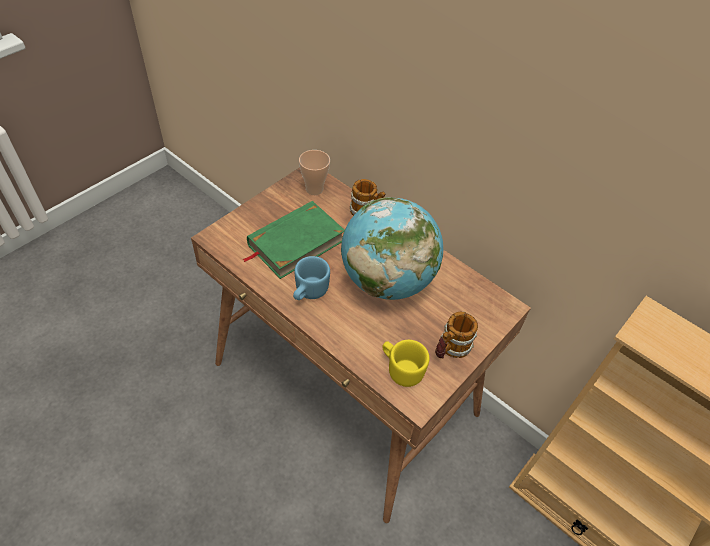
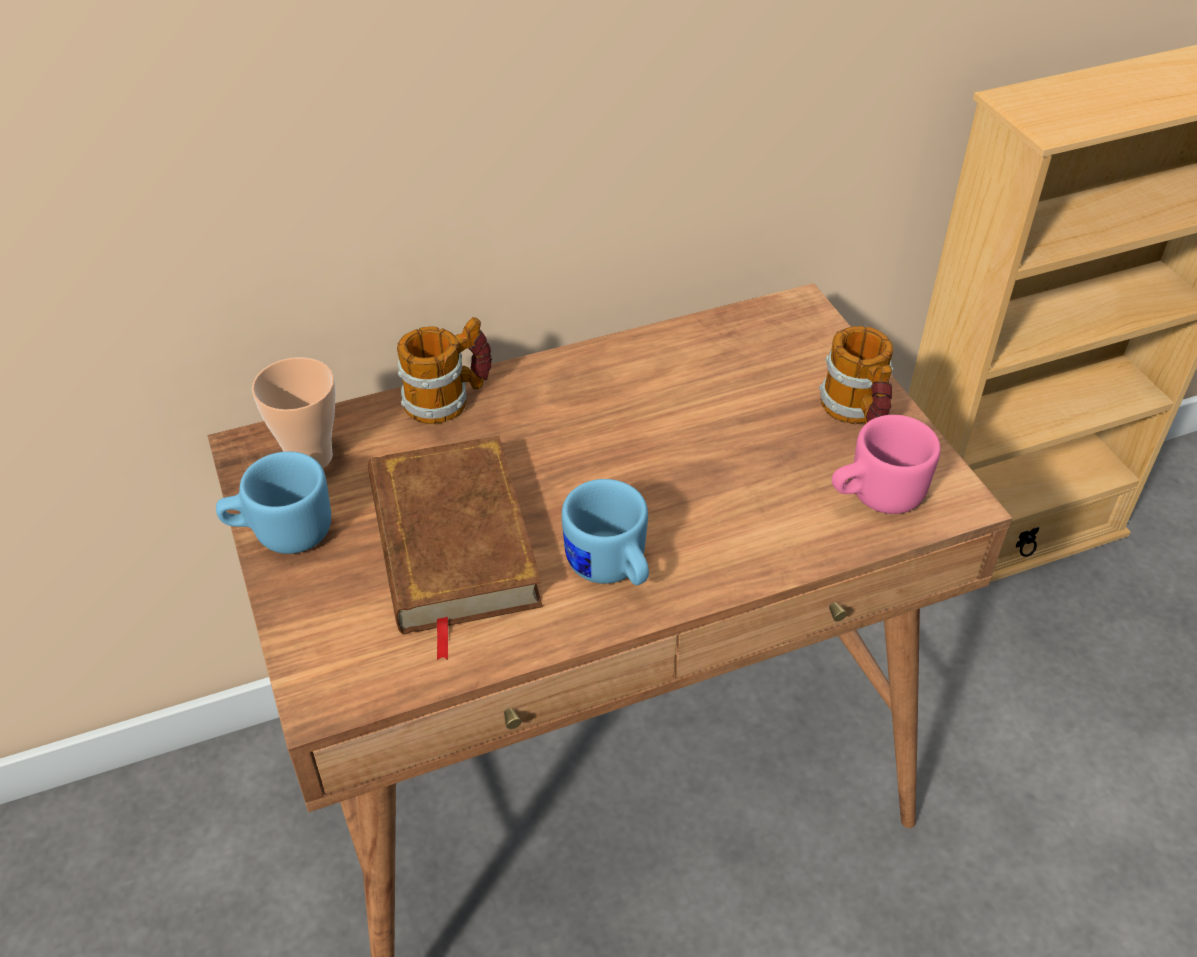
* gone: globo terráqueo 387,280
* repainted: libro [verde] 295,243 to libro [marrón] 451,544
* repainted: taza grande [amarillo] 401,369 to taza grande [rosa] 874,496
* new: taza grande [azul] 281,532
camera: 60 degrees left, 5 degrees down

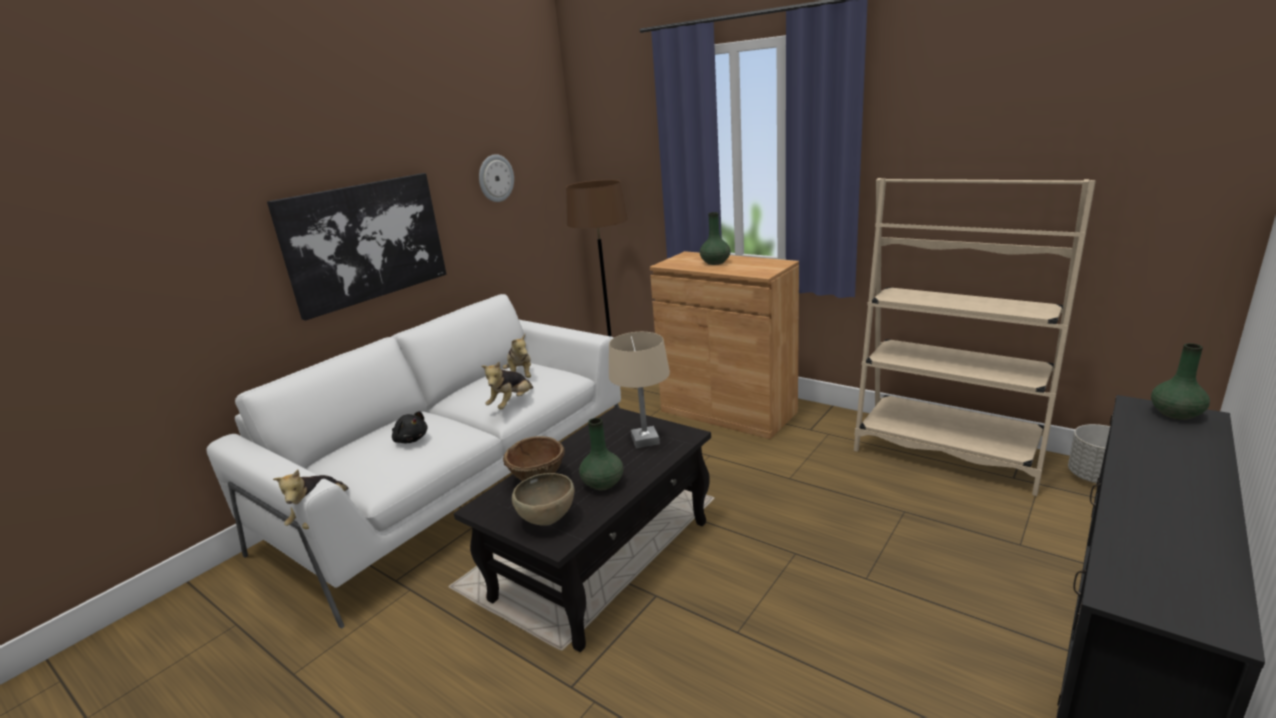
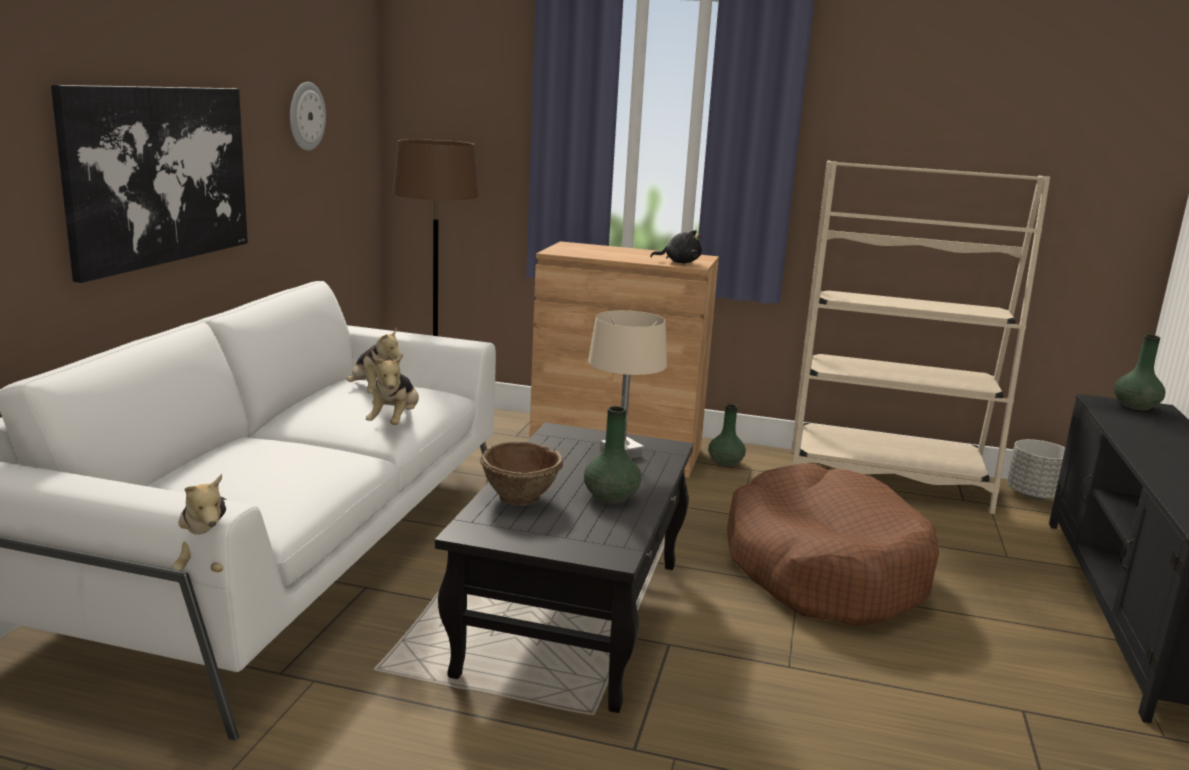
* shifted: florero [verde] 715,262 to 725,462
* shifted: peluche [negro] 411,439 to 679,262
* gone: cuenco [marrón] 548,520
* new: cama para perro [marrón] 824,569
camera: 25 degrees left, 5 degrees down

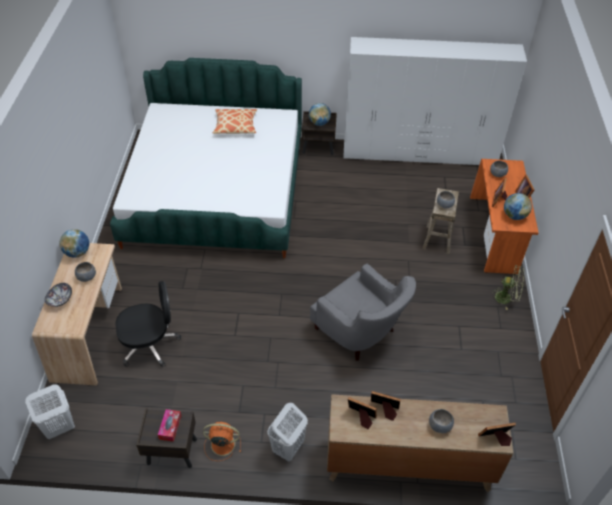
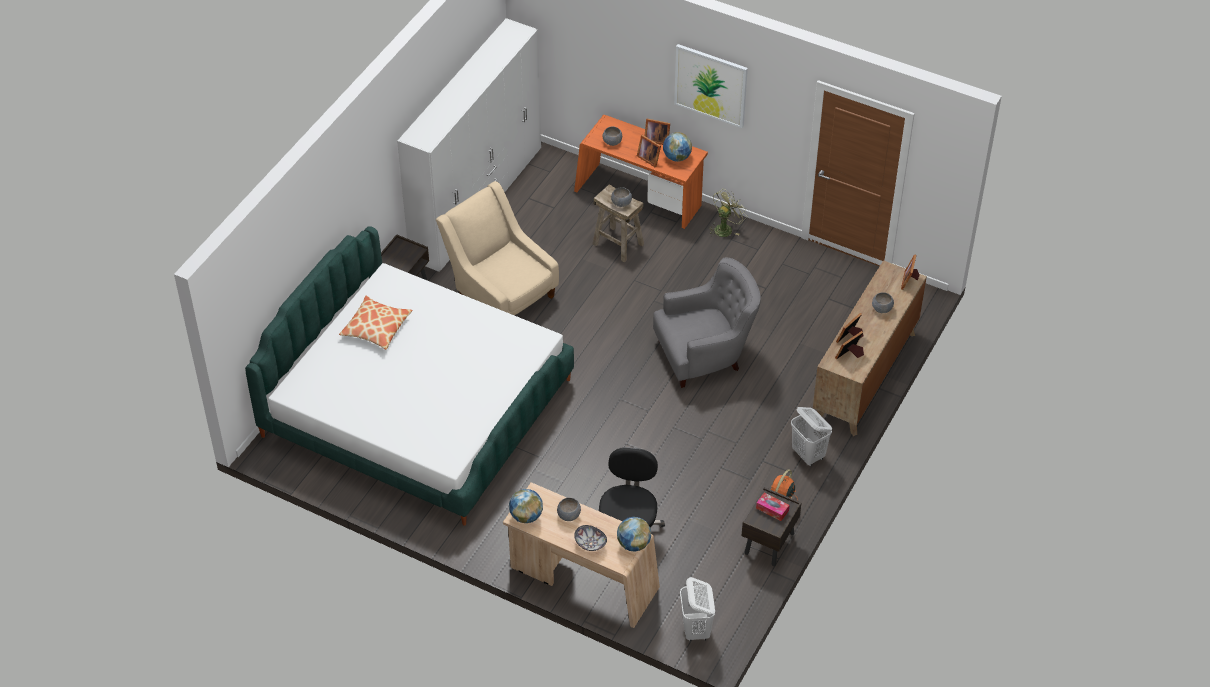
* shifted: globo terráqueo 319,123 to 633,544
* new: cuadro 711,85
* new: sillón [beis] 501,293
camera: 65 degrees left, 0 degrees up

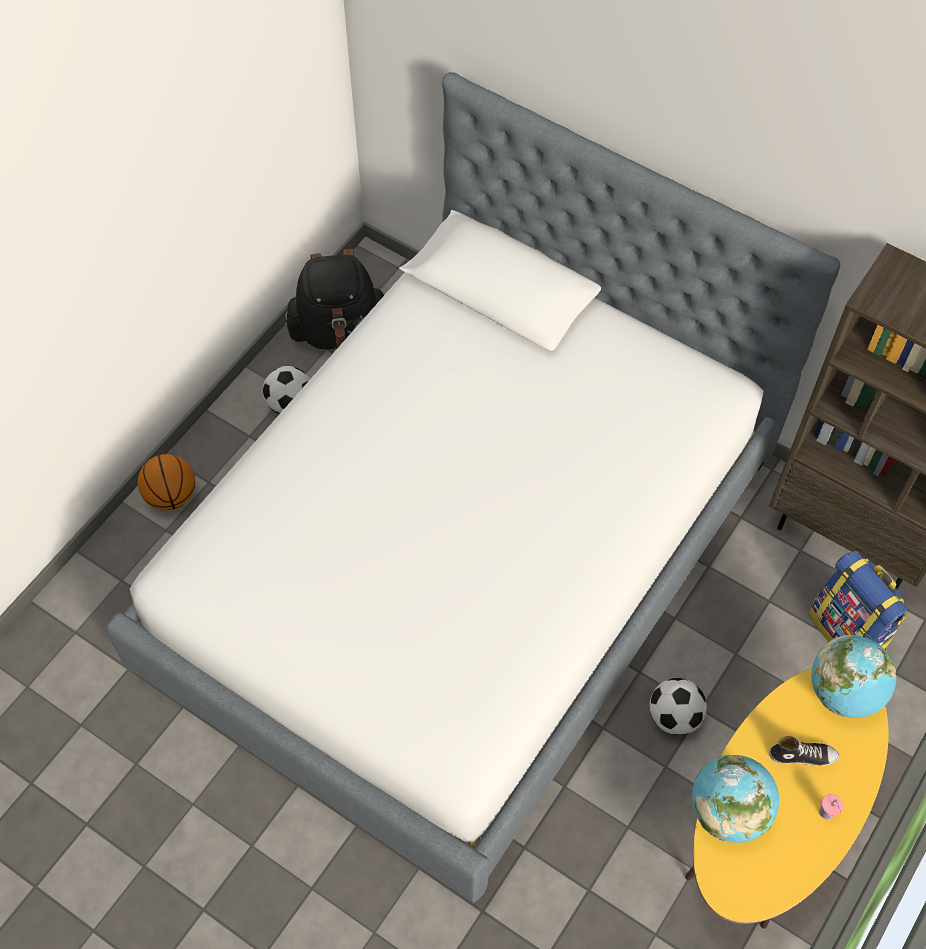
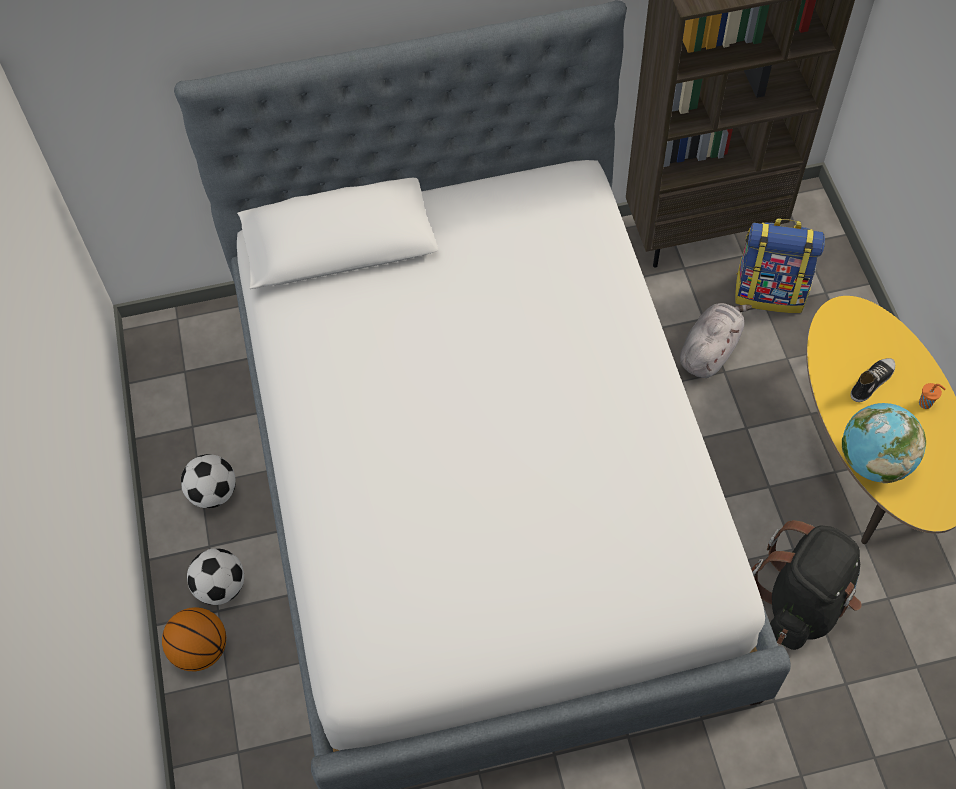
* shifted: mochila [negro] 340,331 to 802,601
* gone: globo terráqueo 844,692
* shifted: balón de fútbol 674,716 to 221,587
* repainted: taza [rosa] 827,813 to taza [naranja] 926,403
* new: peluche [gris] 710,350
camera: 45 degrees left, 0 degrees up

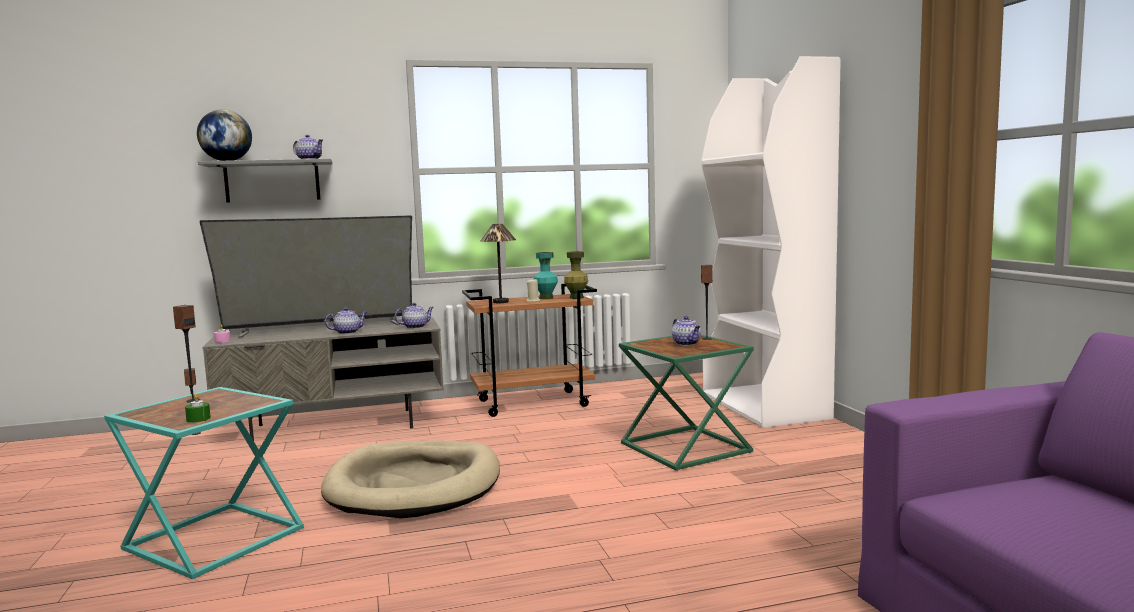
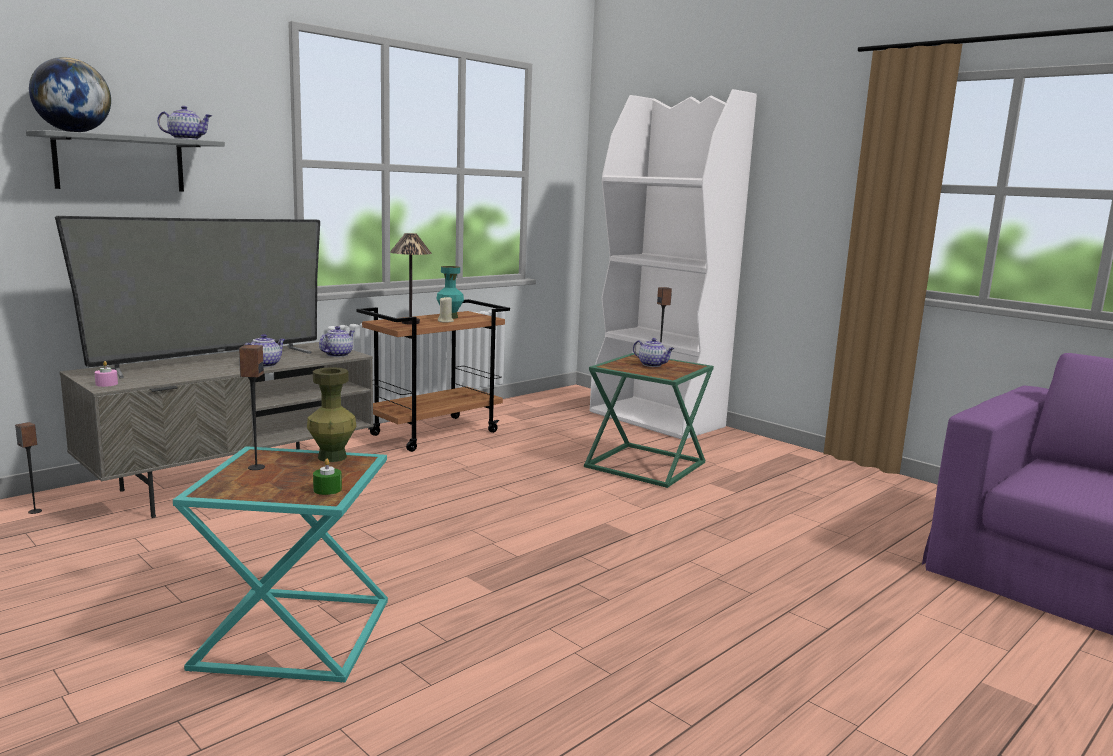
* shifted: florero [verde] 576,297 to 332,457
* gone: cama para perro [beis] 414,485
camera: 30 degrees left, 5 degrees up

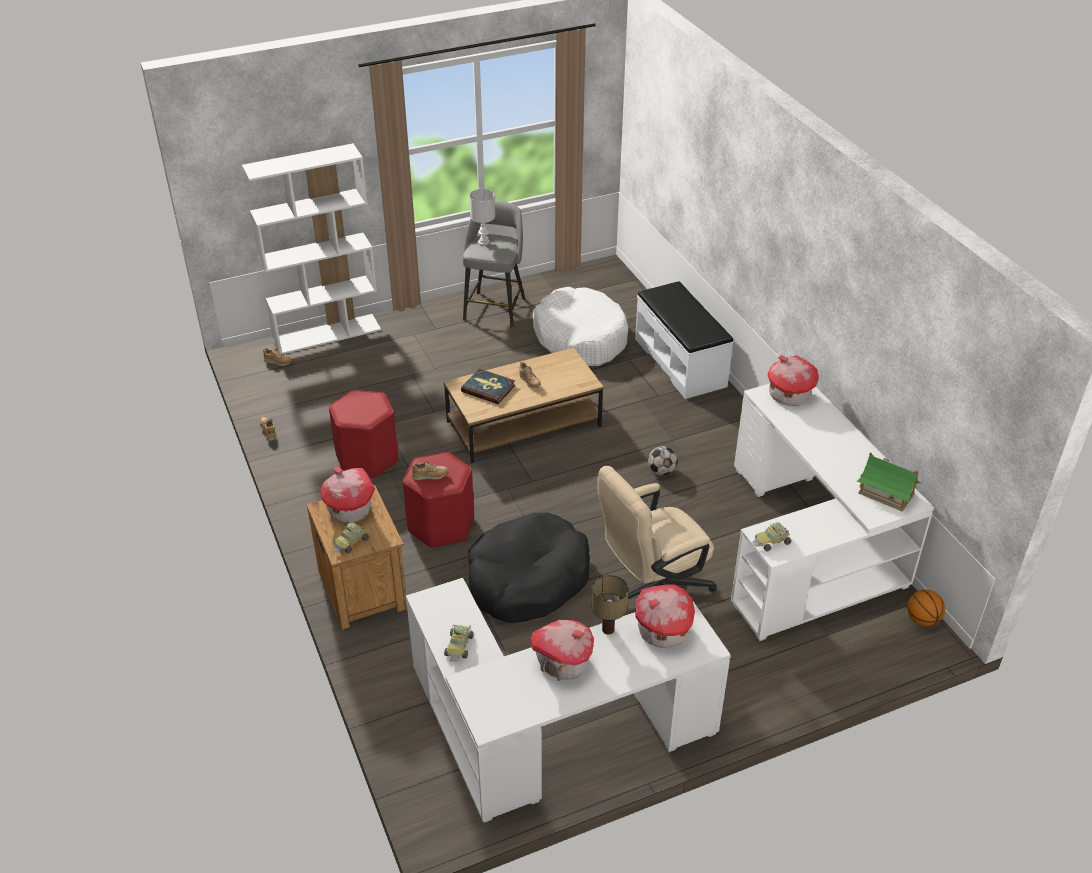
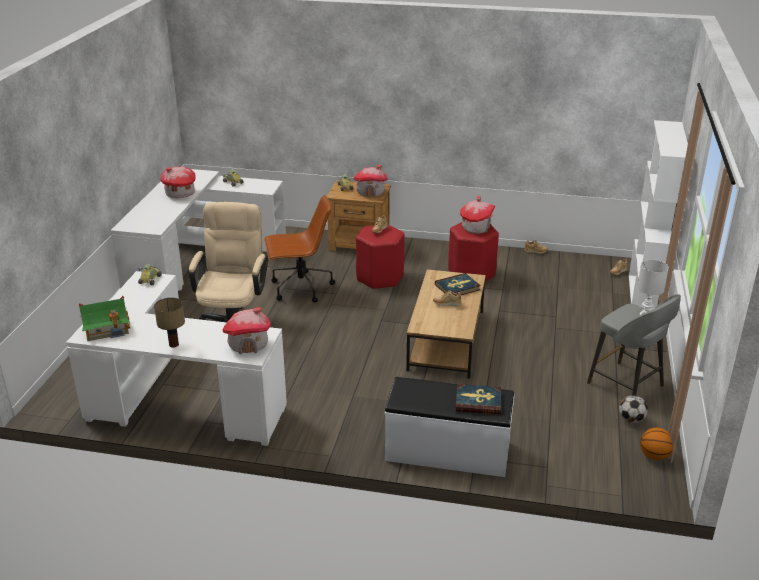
* gone: cama para perro [blanco] 580,338
* shifted: balón de fútbol 661,471 to 631,420
* swapped: cama para perro [negro] 527,580 to silla de oficina [marrón] 300,288
* shifted: lámpara de mesa 607,629 to 174,344
* shifted: casita 663,632 to 476,228
* shifted: balón de baloncesto 922,620 to 654,456
* new: libro 478,401
camera: 125 degrees right, 10 degrees down

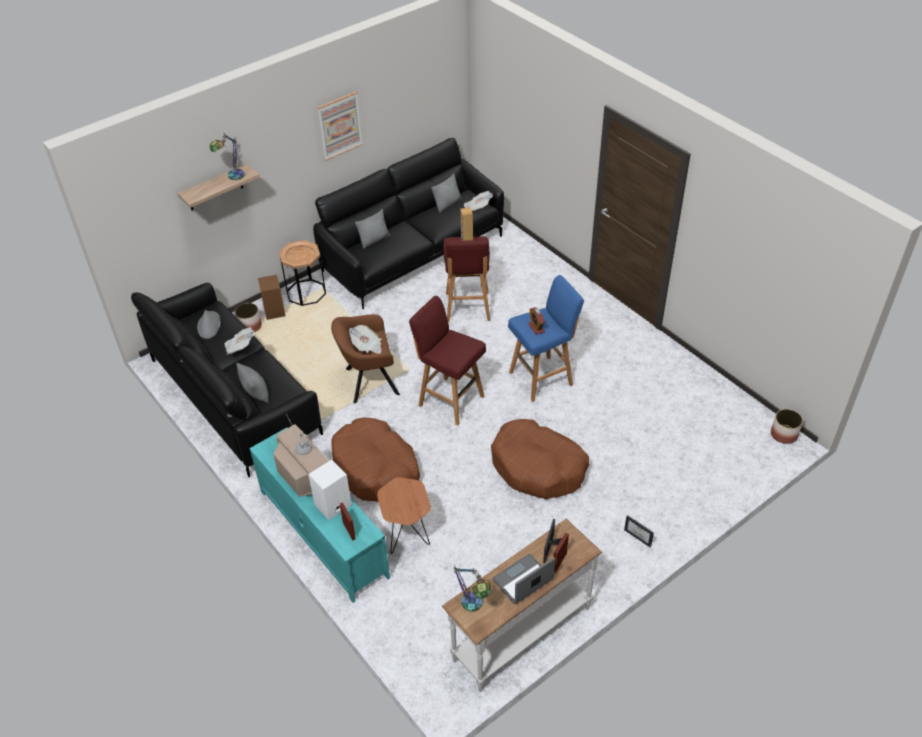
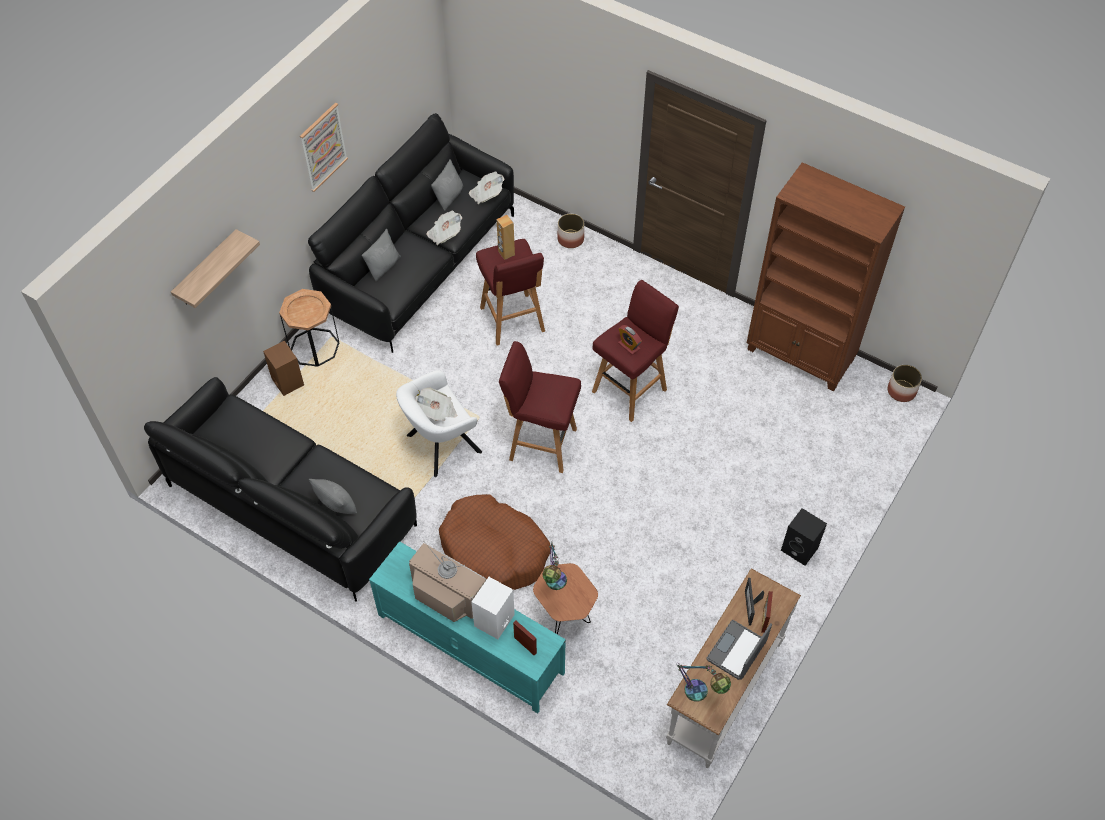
* shifted: lámpara de mesa 232,178 to 554,586
* repainted: taburete [azul] 542,378 to taburete [rojo] 631,389
* shifted: maceta 250,326 to 570,239
* gone: sombrero [gris] 209,325
* repainted: sillón [marrón] 368,382 to sillón [blanco] 439,445
* shifted: periódico 240,347 to 444,234
* gone: cama para perro [marrón] 538,467
* swapped: portarretratos 639,536 to altavoz [negro] 800,549
* new: estantería [marrón] 800,355
camera: 20 degrees left, 10 degrees up

